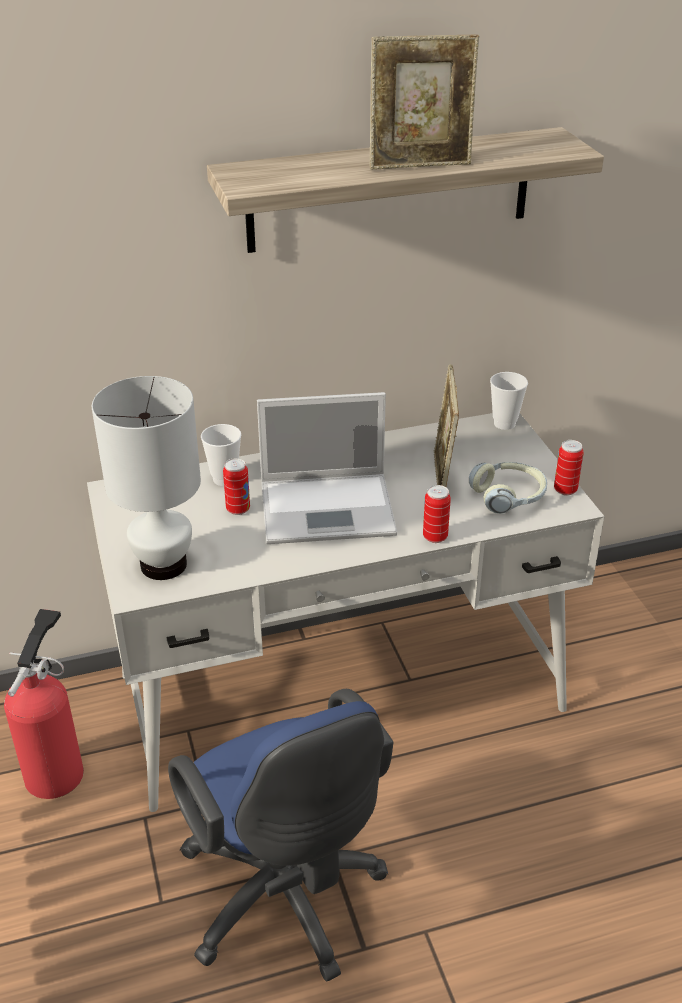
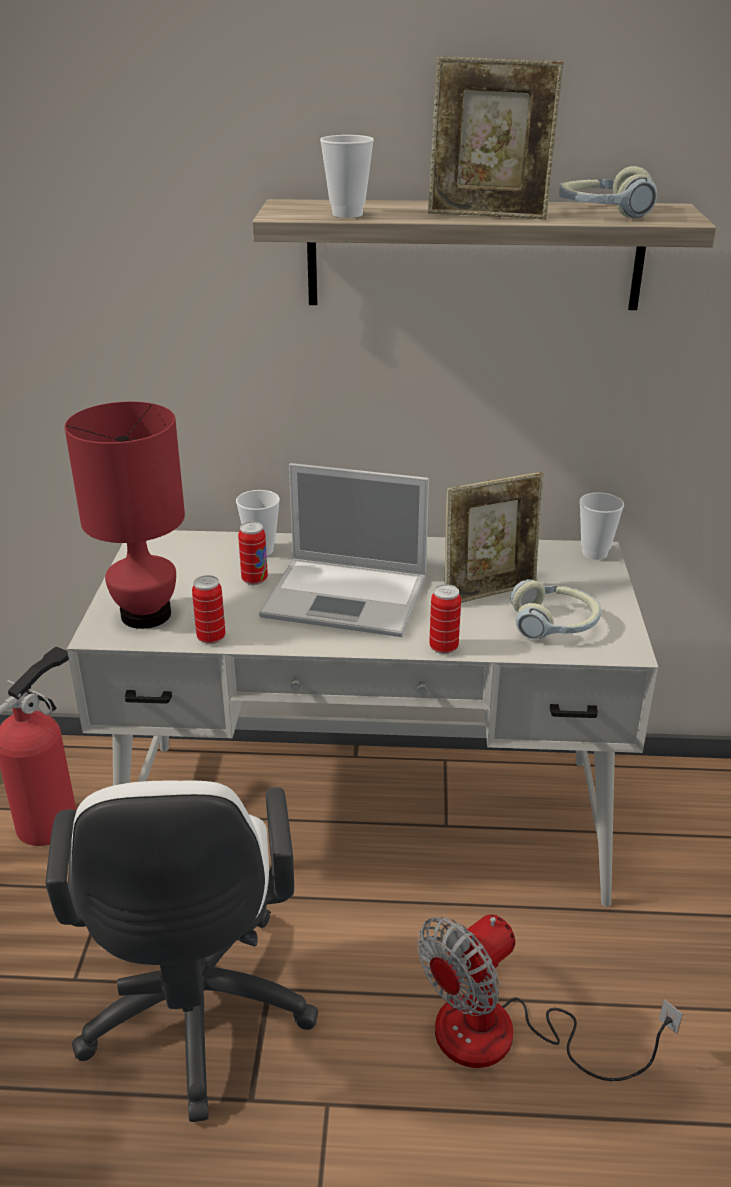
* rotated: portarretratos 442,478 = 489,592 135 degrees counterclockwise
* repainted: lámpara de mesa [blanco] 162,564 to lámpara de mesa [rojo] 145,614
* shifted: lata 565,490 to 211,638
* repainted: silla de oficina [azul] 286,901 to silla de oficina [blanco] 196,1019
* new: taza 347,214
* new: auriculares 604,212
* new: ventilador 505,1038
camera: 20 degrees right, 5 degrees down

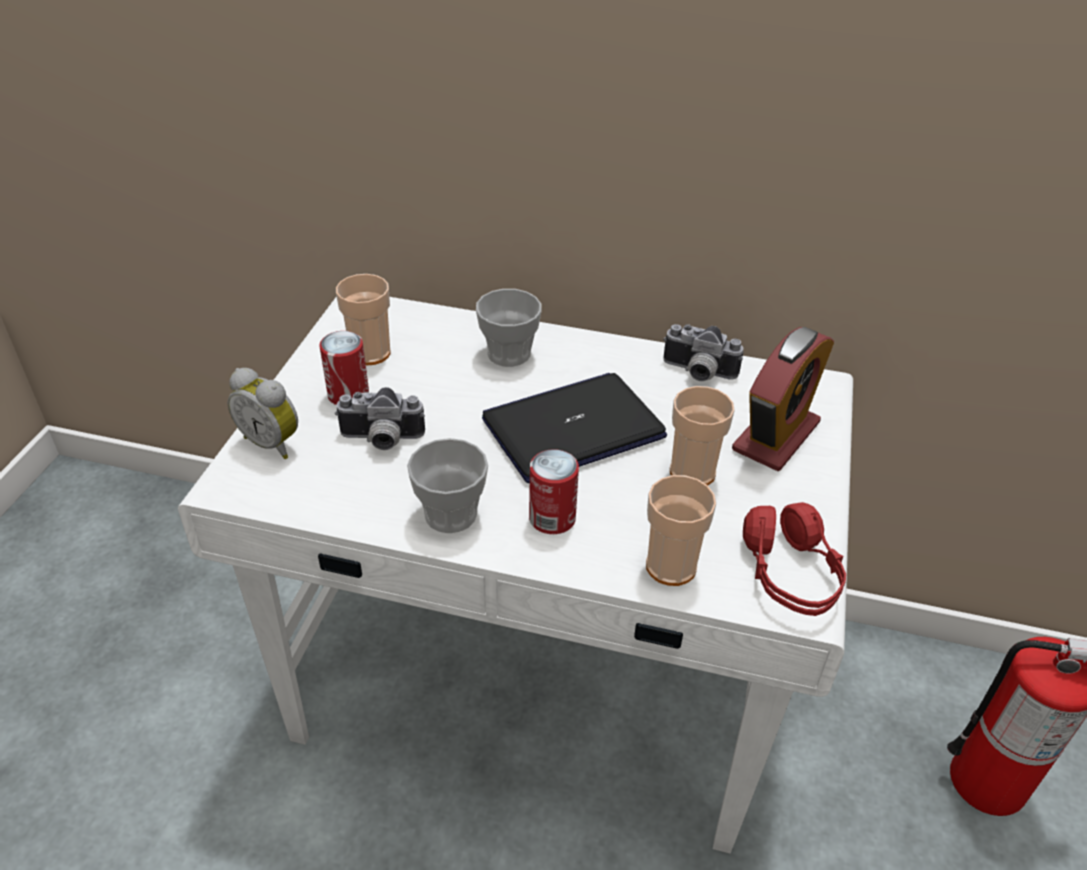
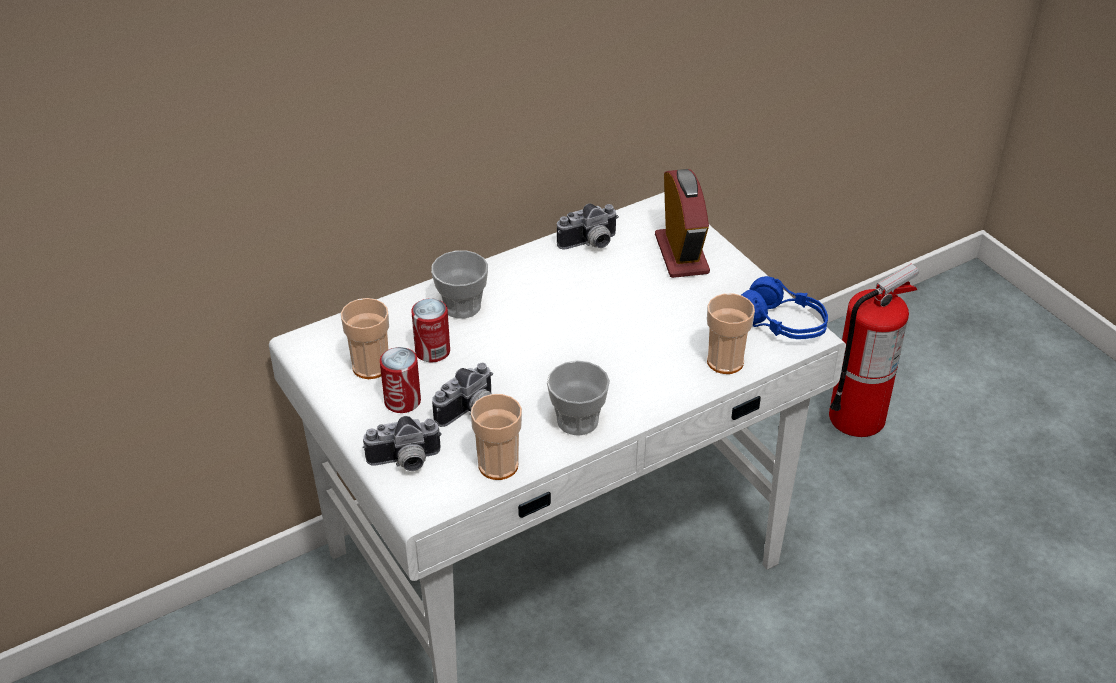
* swapped: despertador 273,442 to cámara 405,462
* gone: portátil 573,428
* shifted: taza 692,472 to 498,465
* shifted: lata 552,518 to 432,351
* repainted: auriculares [rojo] 790,574 to auriculares [azul] 782,324
camera: 45 degrees left, 0 degrees up

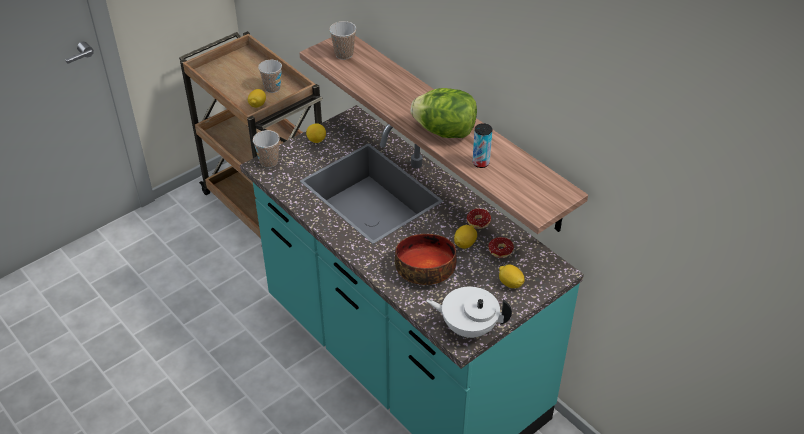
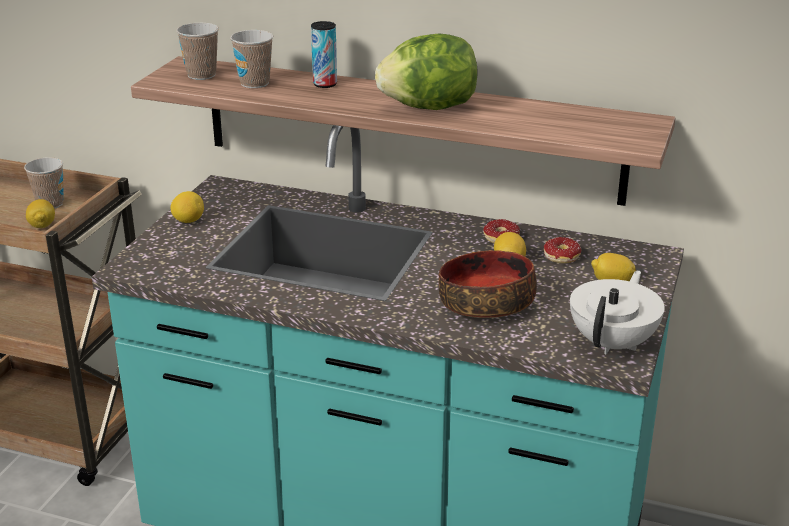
* shifted: lata 480,163 to 325,84
* shifted: taza 269,162 to 254,83
* rotated: tetera [blanco] 468,327 = 613,343 135 degrees clockwise
camera: 30 degrees left, 15 degrees down

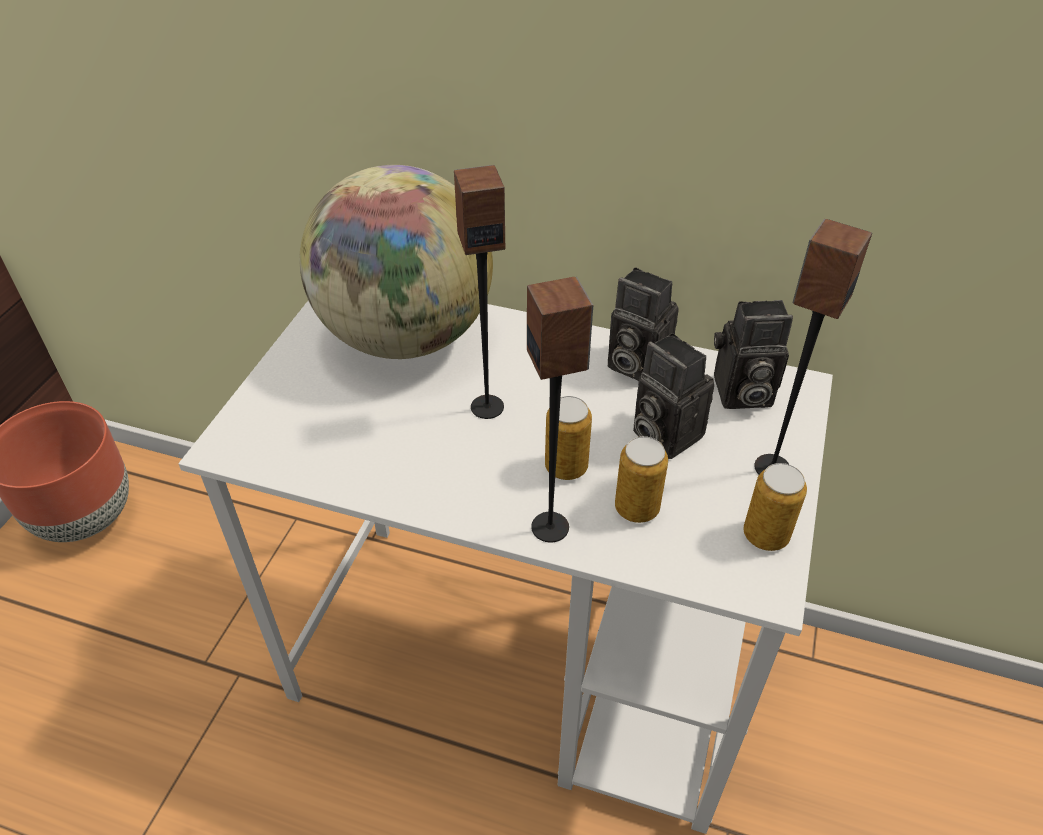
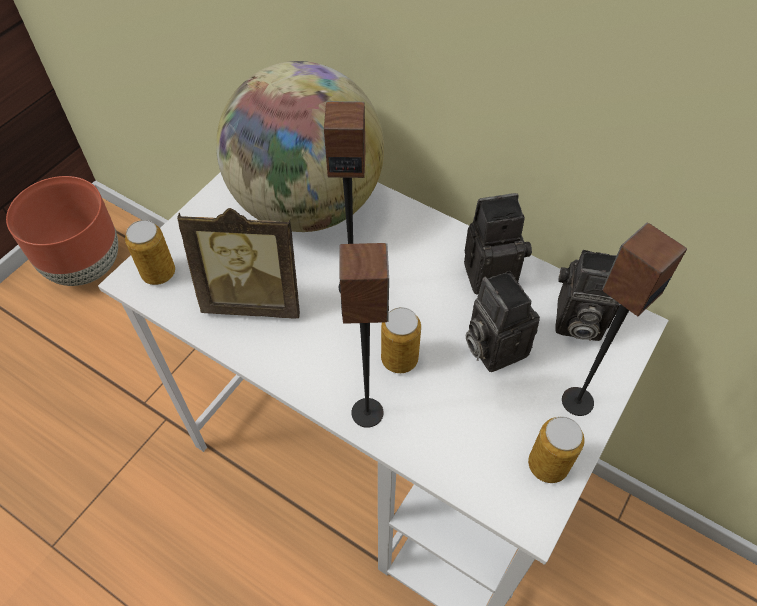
* rotated: cámara 634,364 = 491,271 120 degrees clockwise
* shifted: lata 637,508 to 158,273
* new: portarretratos 254,299
camera: 15 degrees right, 10 degrees up

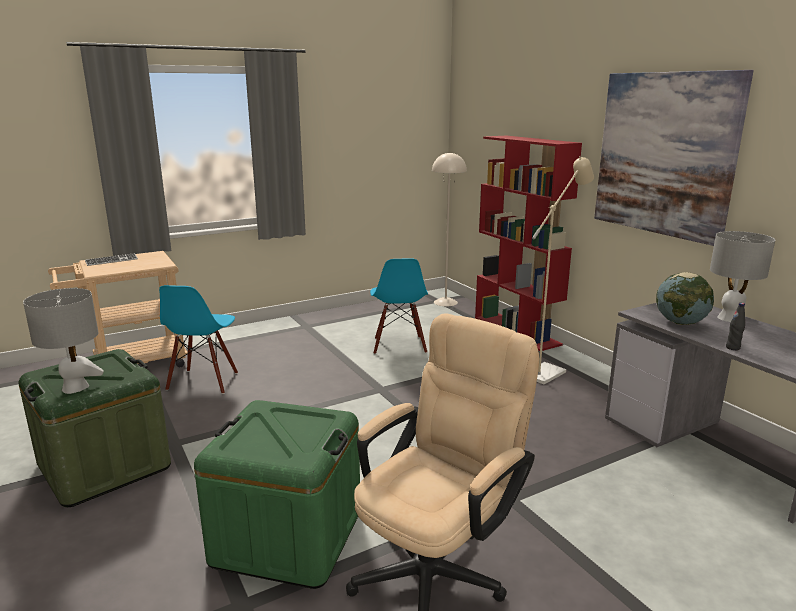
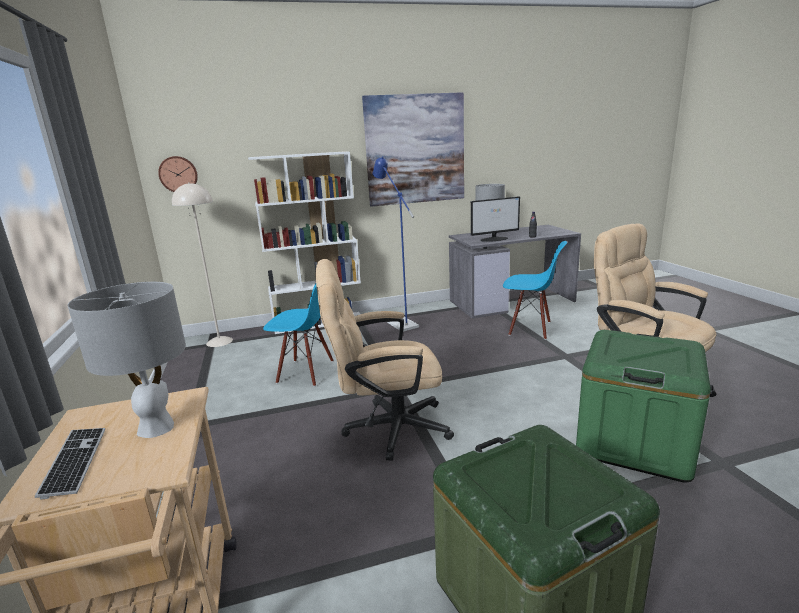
* repainted: estantería [rojo] 517,331 to estantería [blanco] 319,323
* repainted: lámpara de pie [beis] 548,371 to lámpara de pie [azul] 399,323
* swapped: globo terráqueo 680,323 to monitor 494,239
* shifted: silla [azul] 203,382 to 530,329
* shifted: lámpara de mesa [gris] 75,388 to 157,427
* new: reloj de pared 178,174
* new: silla de oficina [beis] 386,429
camera: 75 degrees left, 0 degrees up

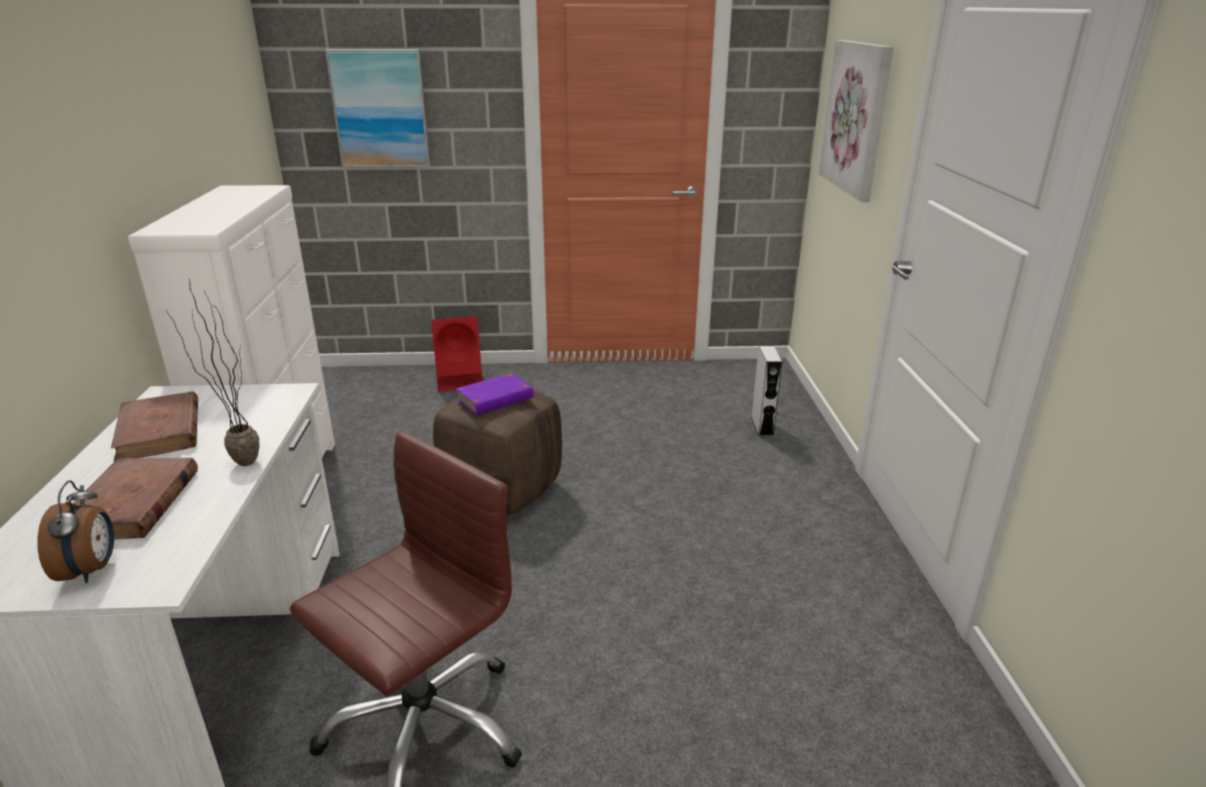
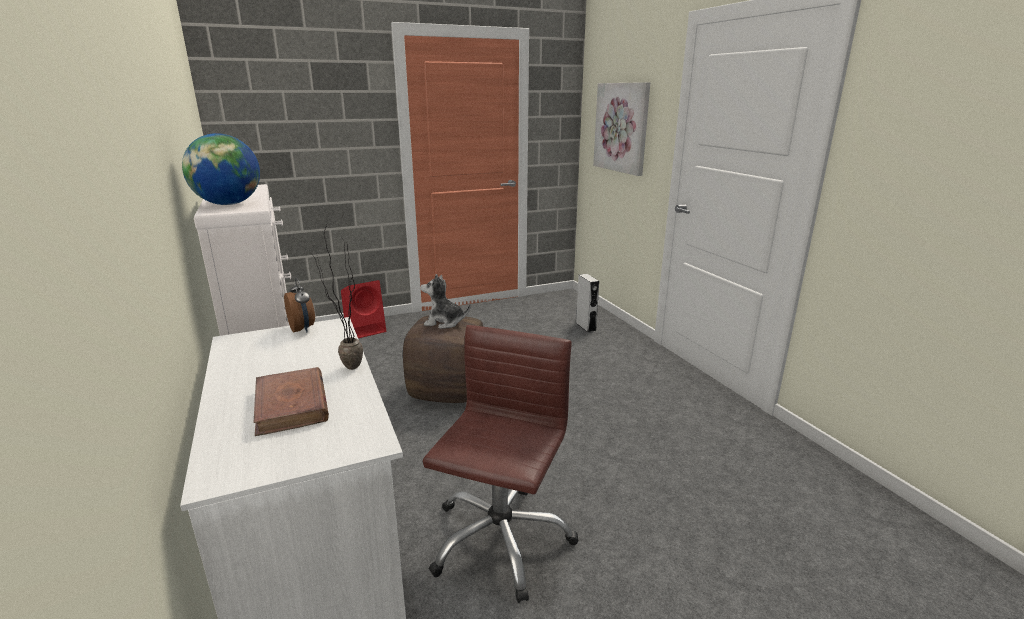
* gone: cuadro 380,109
* swapped: libro [morado] 495,398 to peluche 444,322
* gone: libro [marrón] 160,431
* shifted: despertador 91,570 to 303,329
* new: globo terráqueo 228,204
camera: 20 degrees left, 5 degrees down

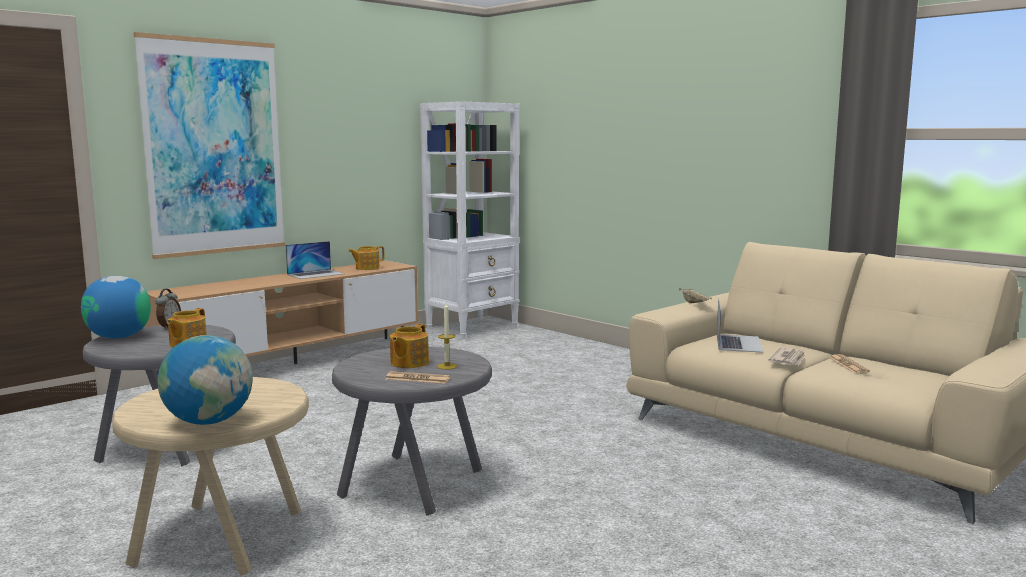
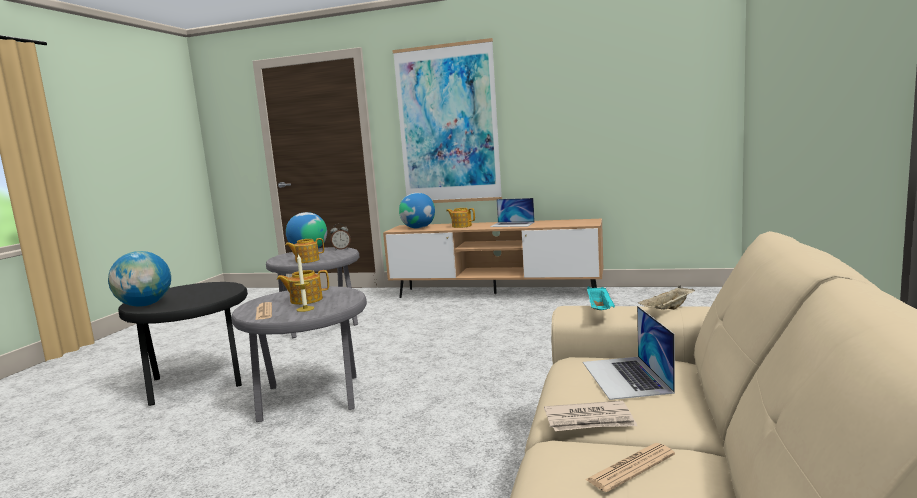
* gone: estantería [blanco] 473,327
* shifted: tetera 366,268 to 461,226
* rotated: portátil 738,343 = 626,377 105 degrees clockwise
* repainted: mesa auxiliar [beis] 222,537 to mesa auxiliar [negro] 199,383
* new: globo terráqueo 418,228
* new: bandeja [turquesa] 600,310
camera: 60 degrees right, 0 degrees up

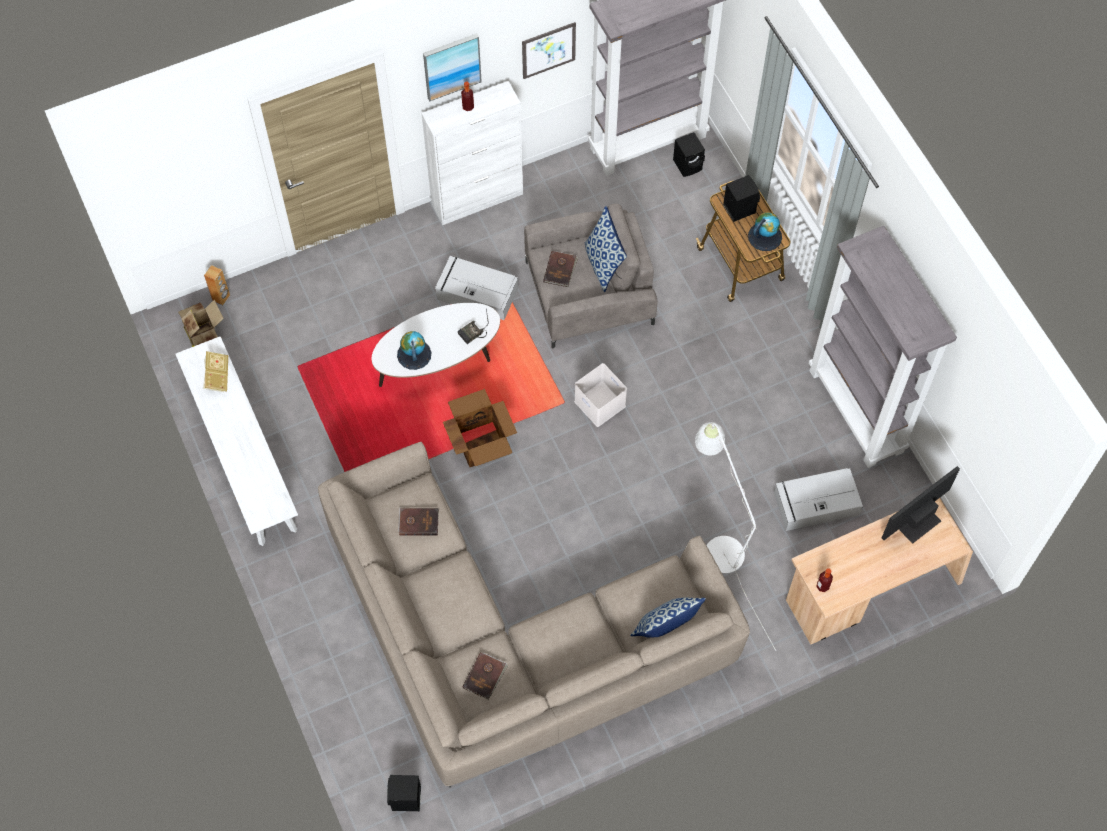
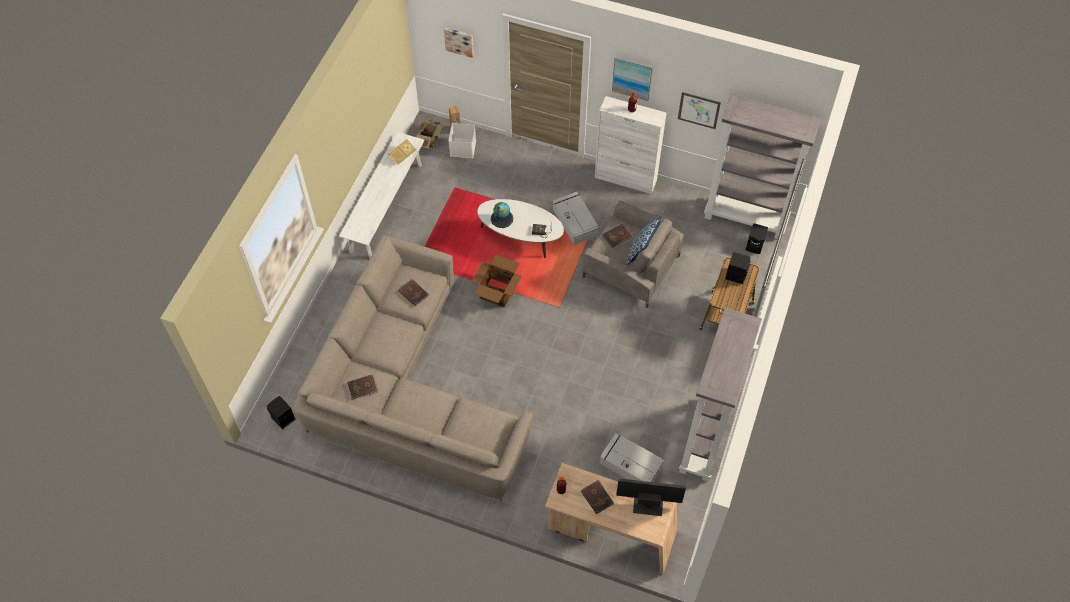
* gone: globo terráqueo 764,236
* shifted: caja de almacenaje [blanco] 598,403 to 462,147
* gone: lámpara de pie [blanco] 719,545
* gone: cojín 665,628
* new: cuadro 459,41
* new: libro [marrón] 597,497
camera: 45 degrees right, 5 degrees down

